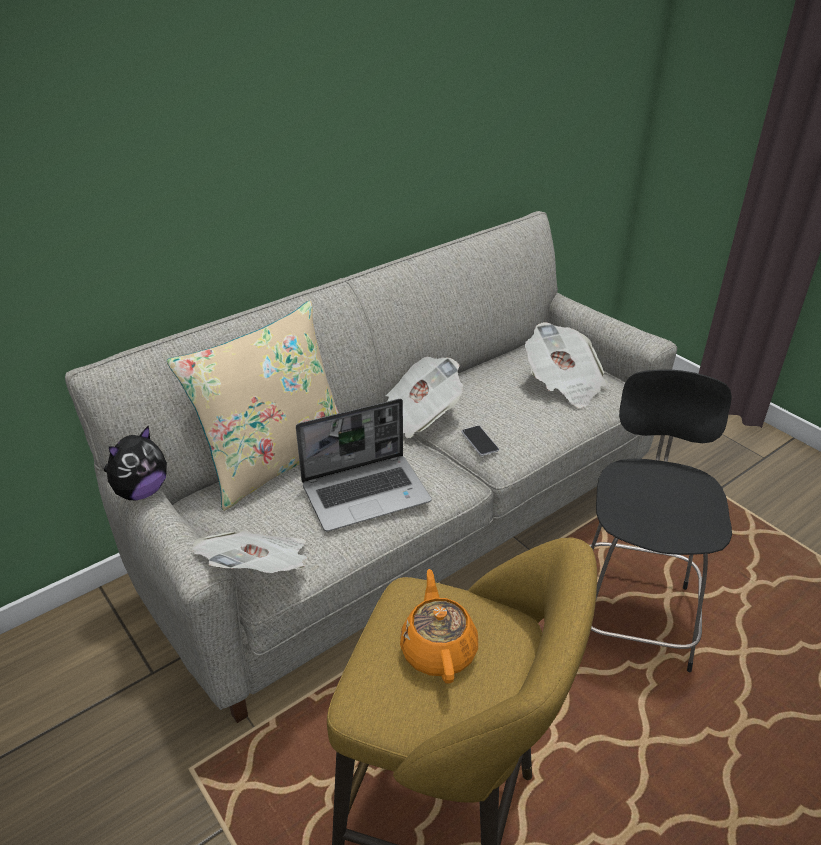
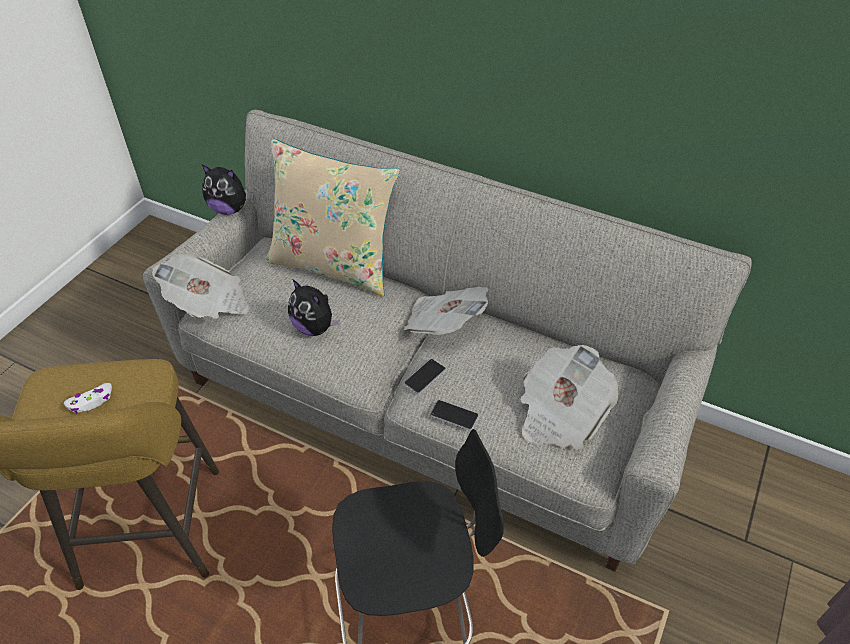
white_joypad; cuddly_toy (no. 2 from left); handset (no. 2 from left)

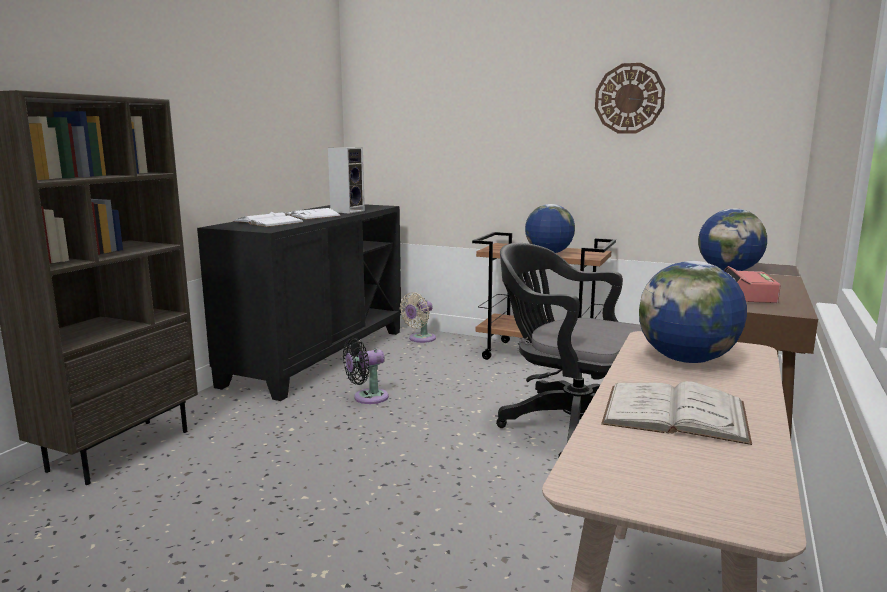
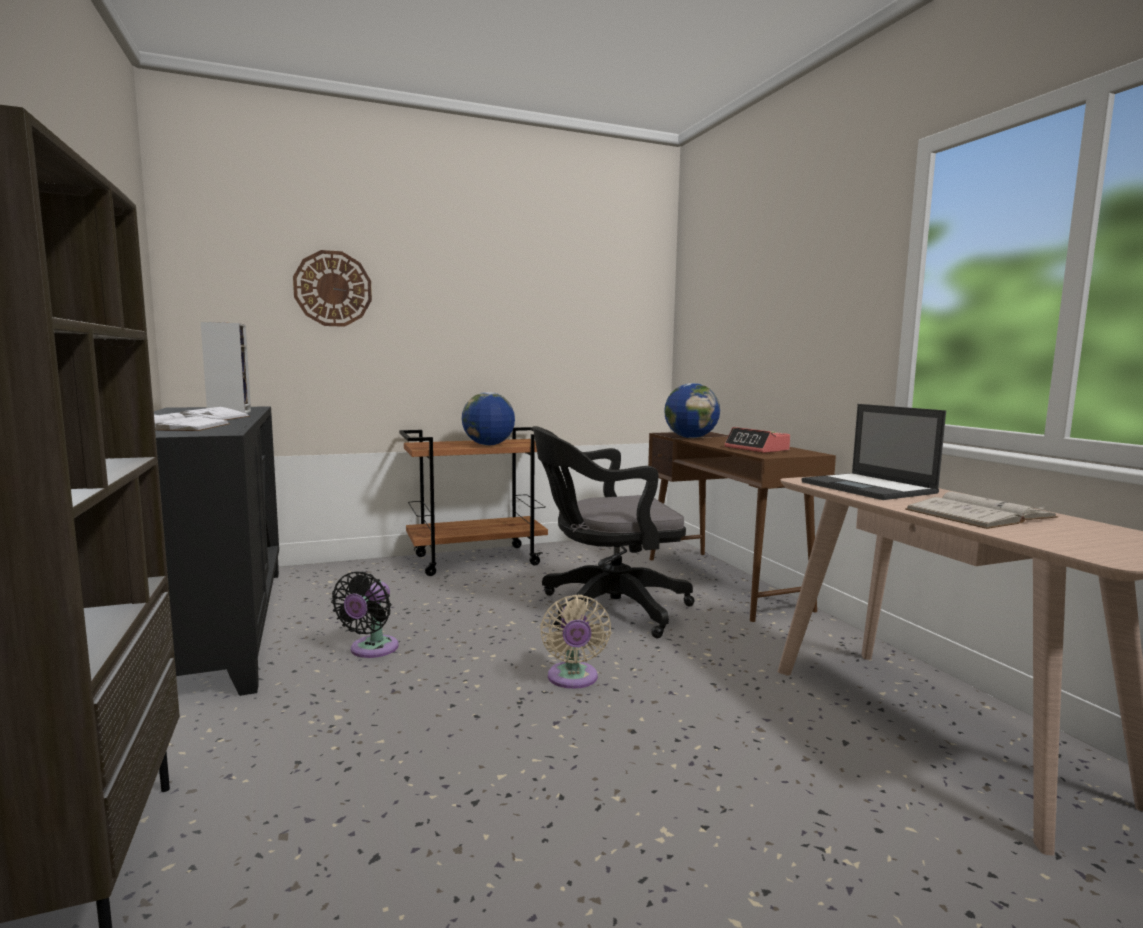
wall_clock; beige_fan; portable_computer

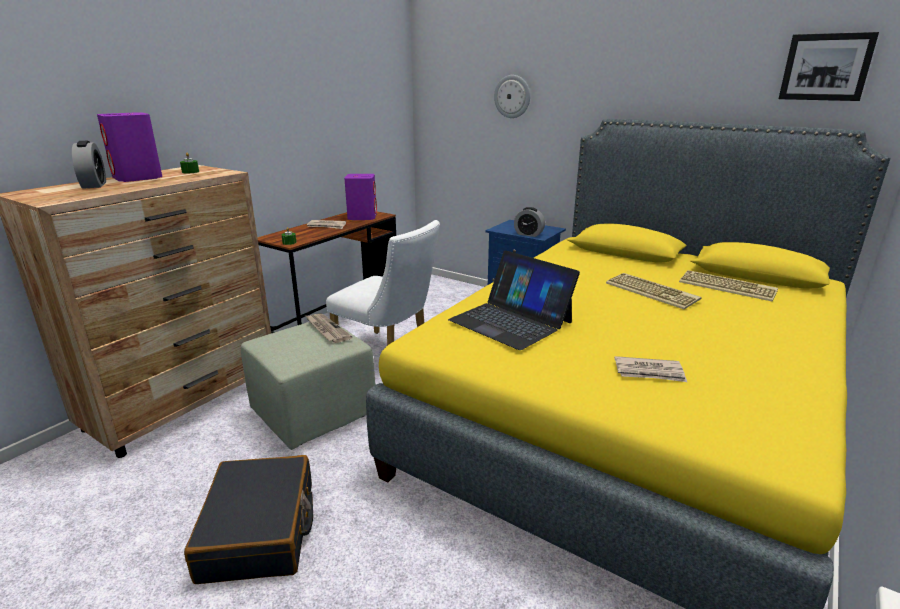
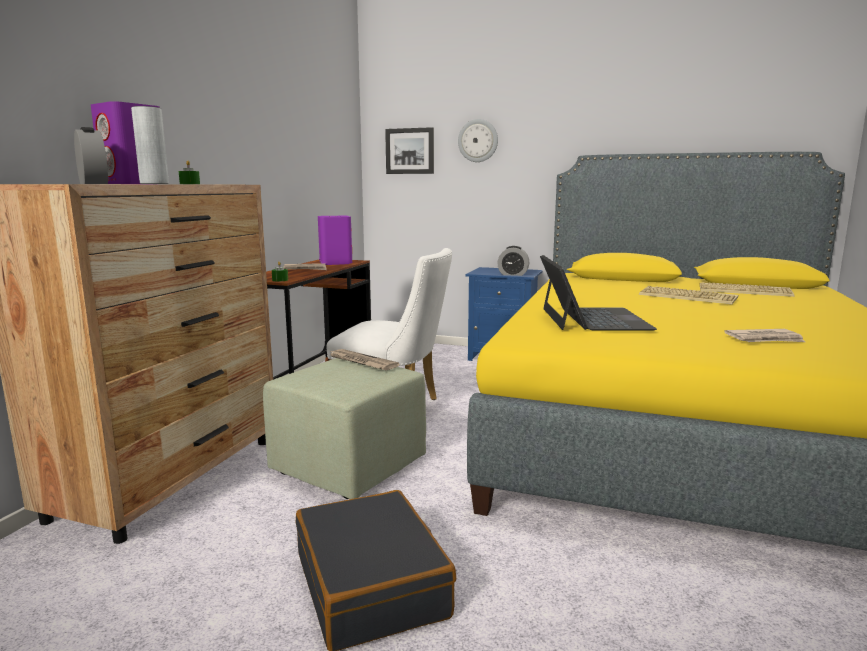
grey_flower_vase; wall_art; portable_computer

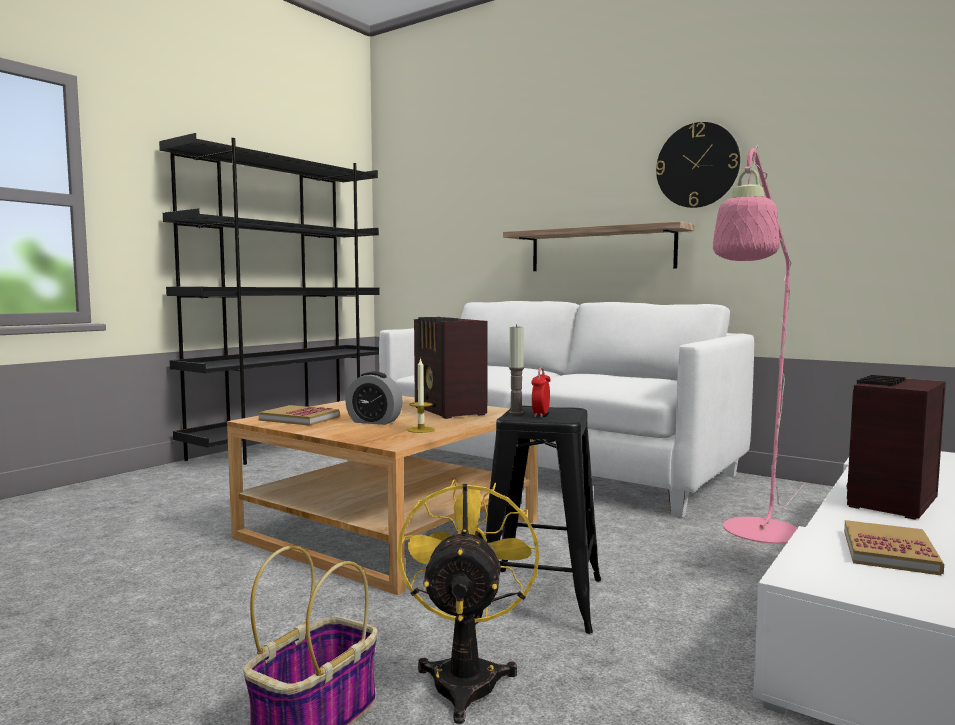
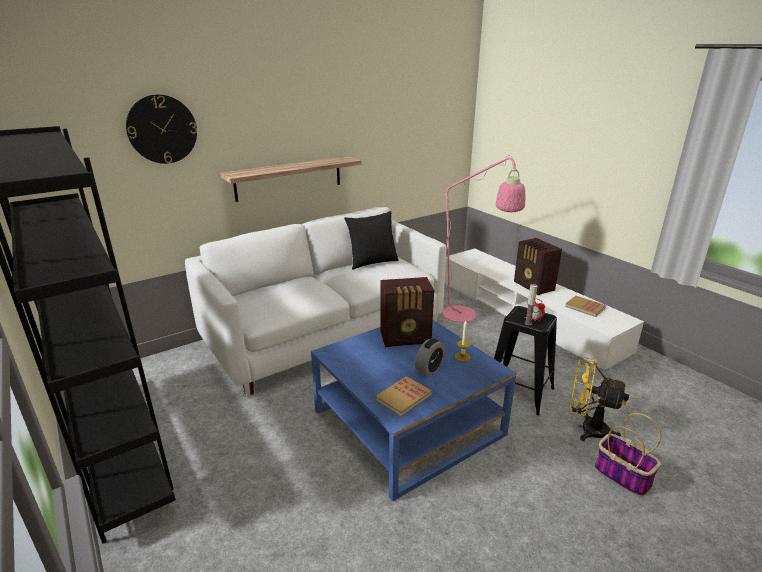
wall_clock; bluish_low_table; black_pillow

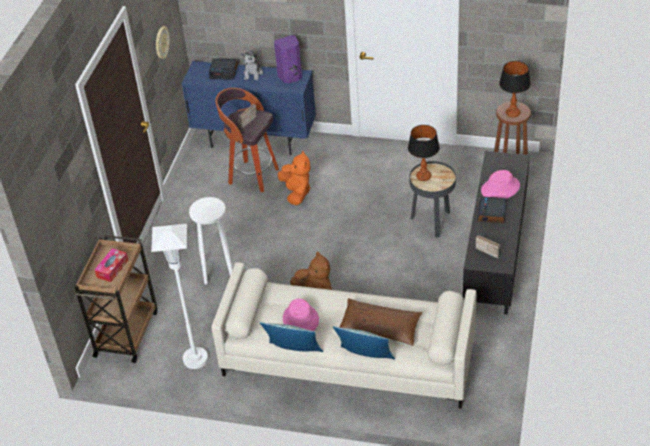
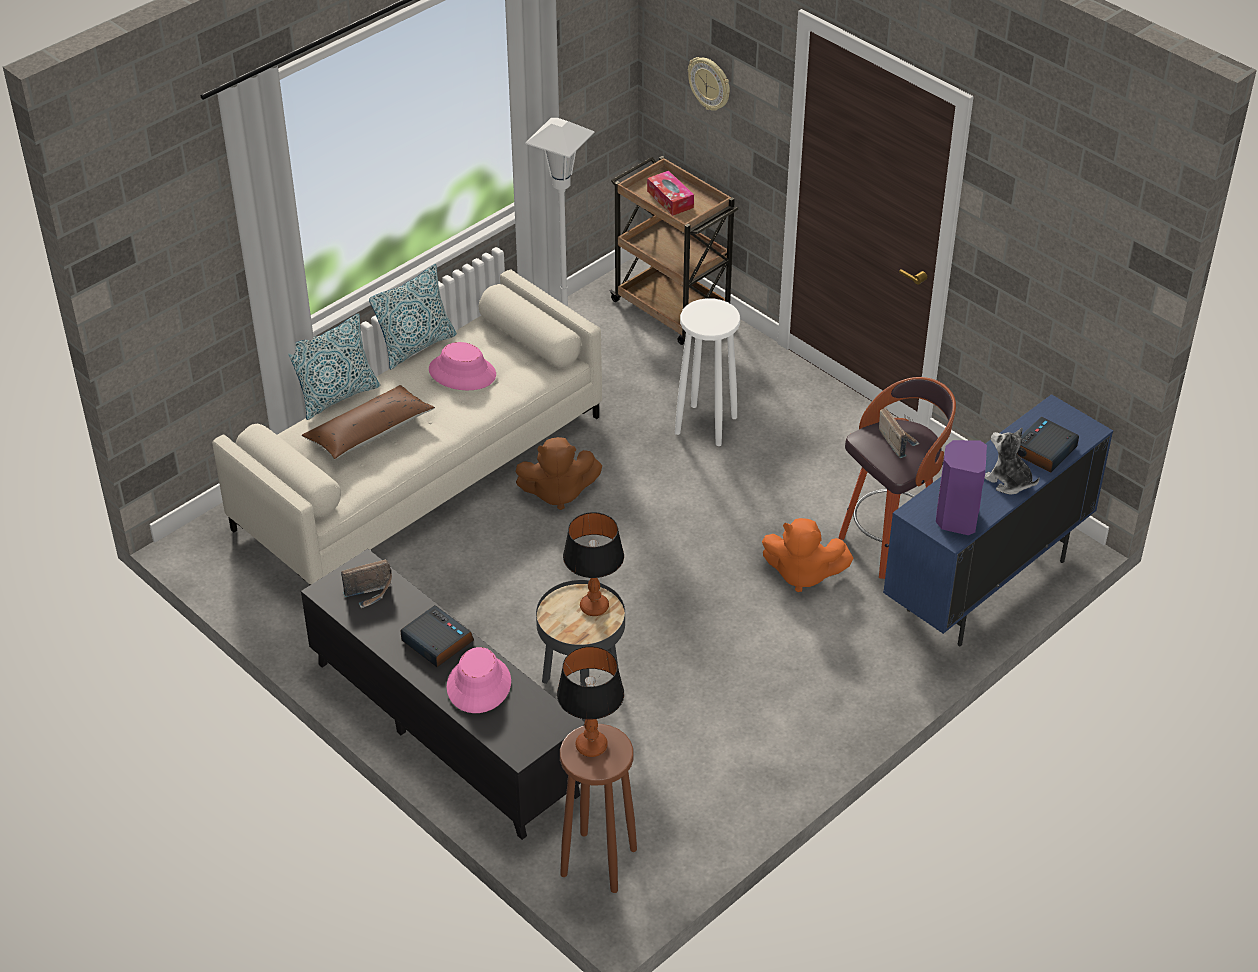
wall_clock

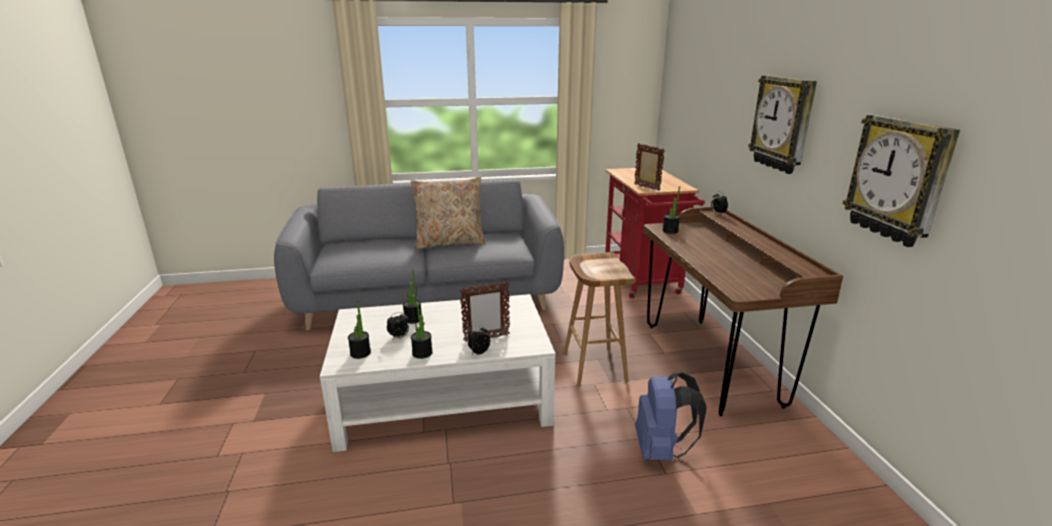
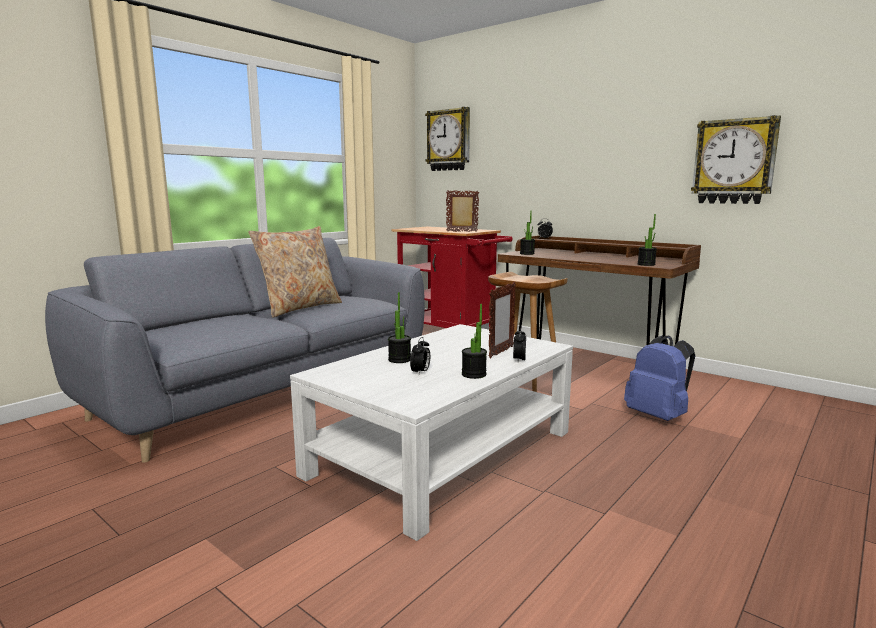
wall_clock (no. 1 from left); potted_plant (no. 4 from left)

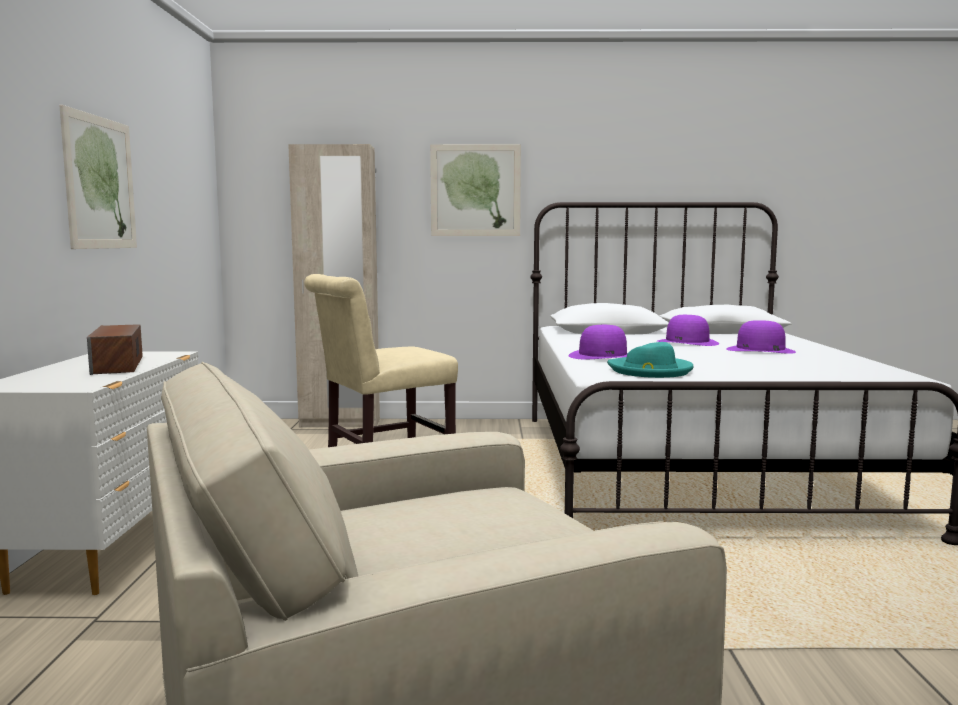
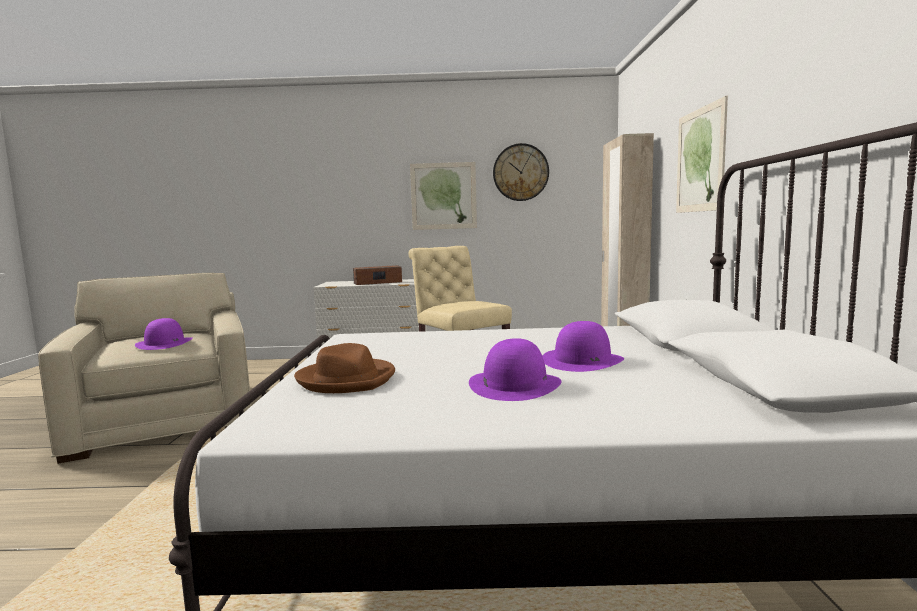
purplish_clothing_hat (no. 1 from left); brown-coloured_clothing_hat; wall_clock; turquoise-coloured_clothing_hat

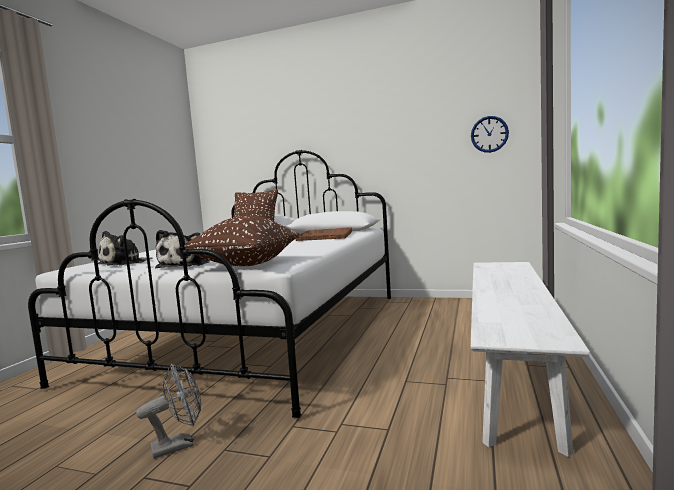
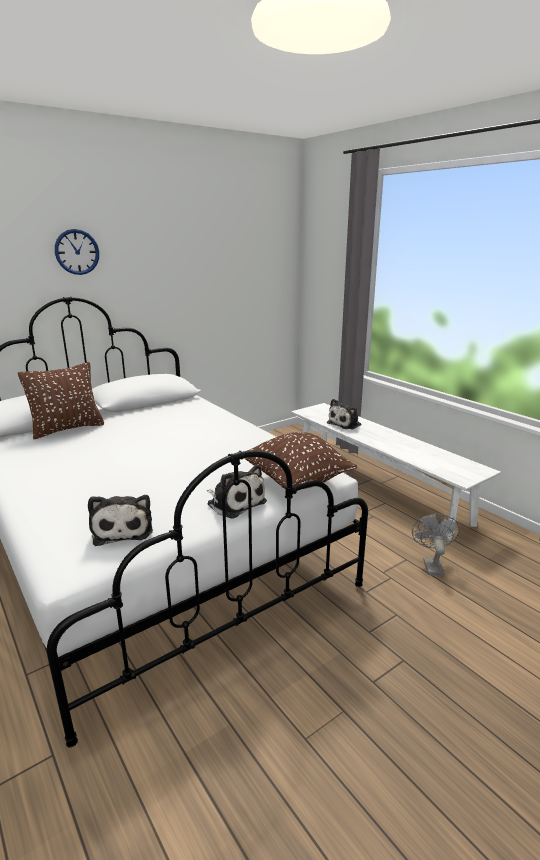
wall_clock; cuddly_toy (no. 3 from left); grey_fan; brown-coloured_carrying_tray

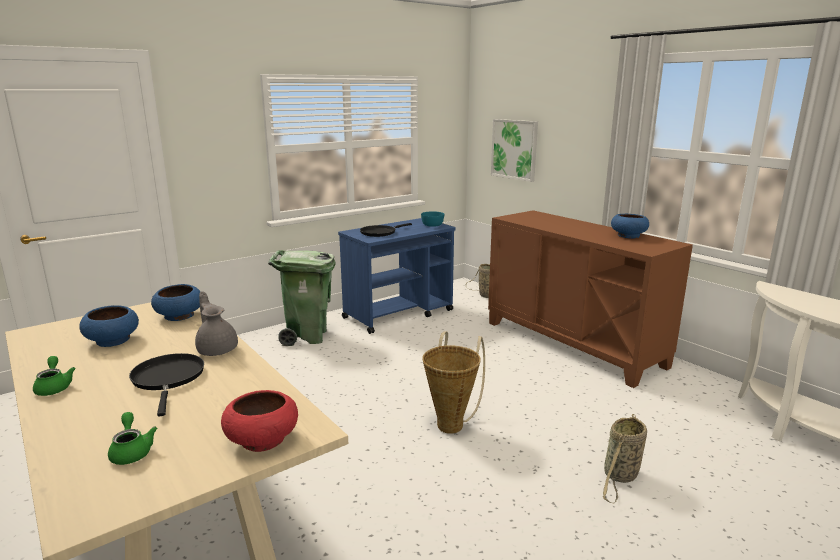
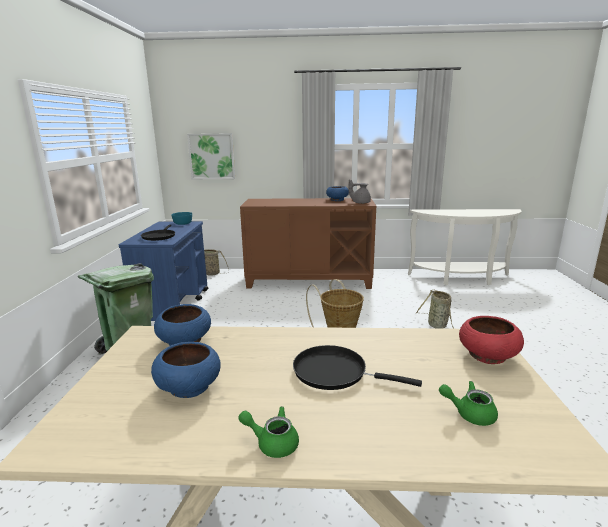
grey_pot_for_tea

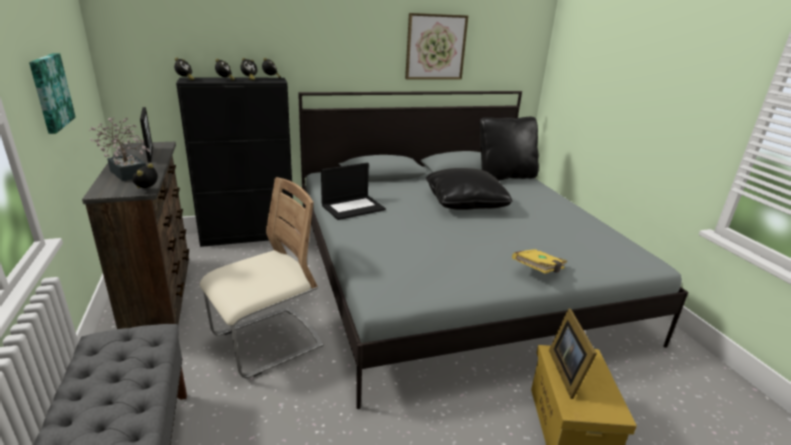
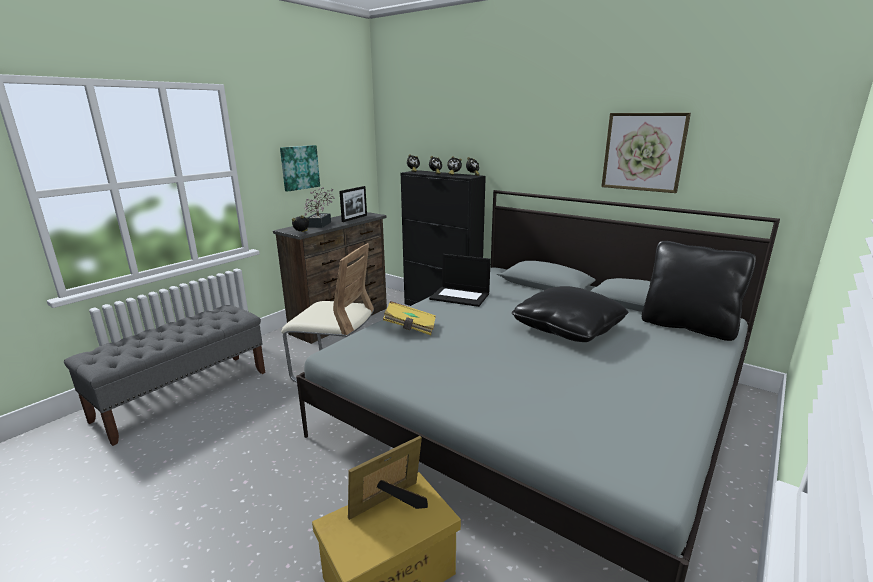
yellowish_bound_book

